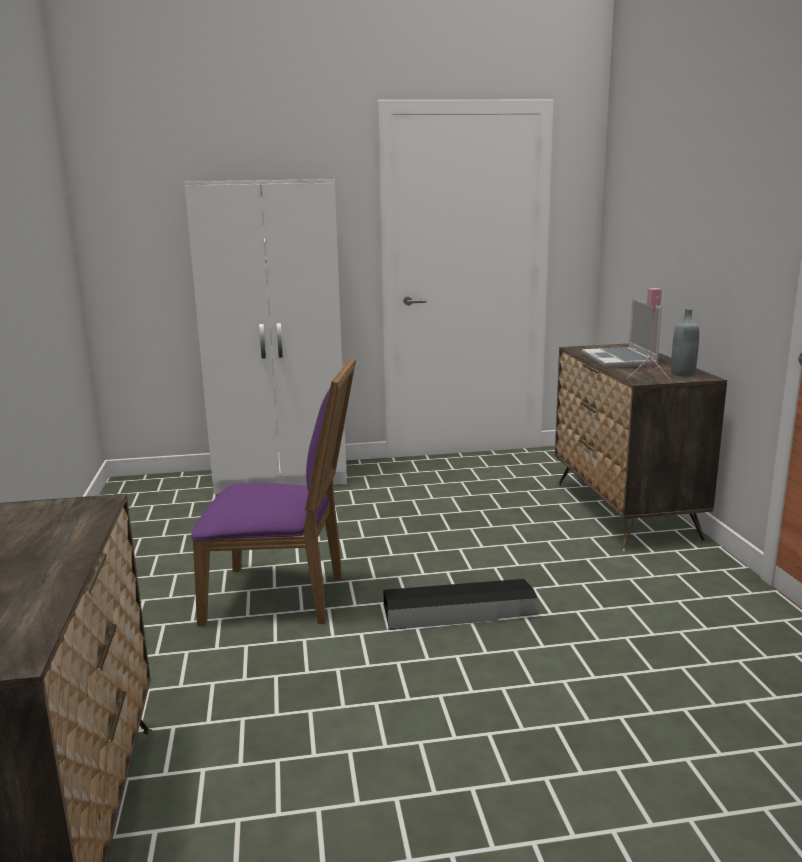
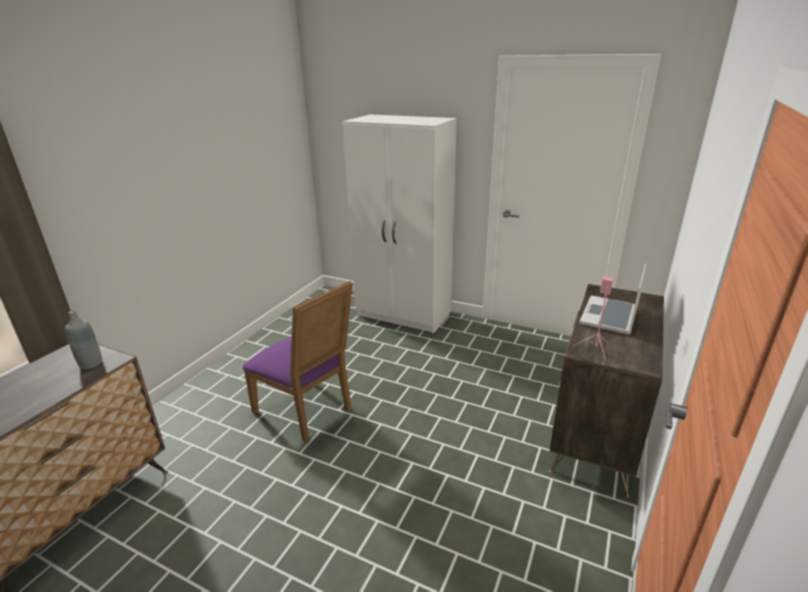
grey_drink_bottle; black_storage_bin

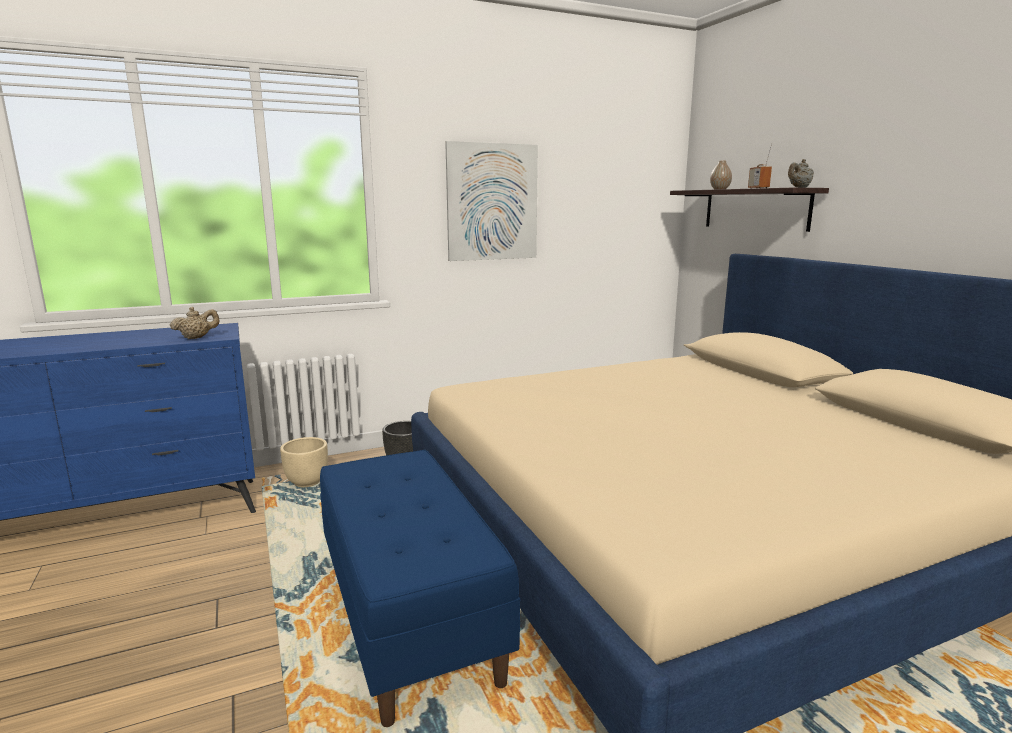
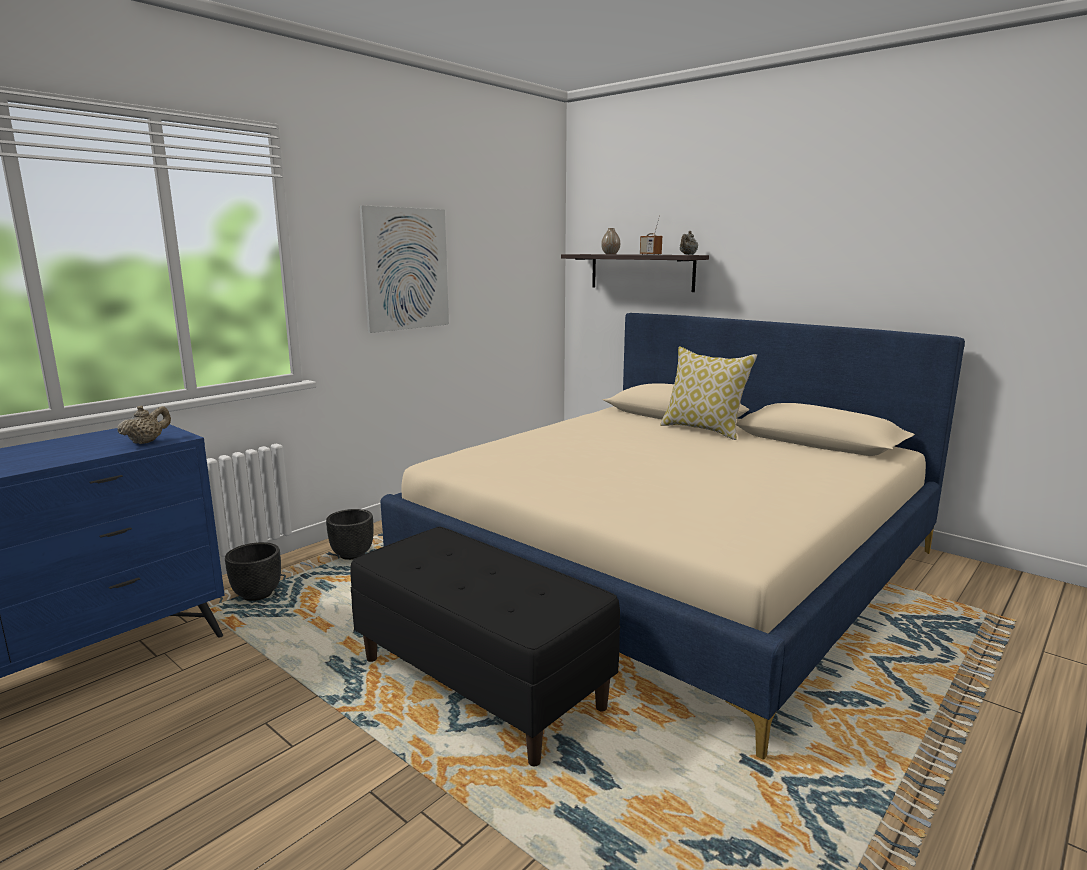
black_planter (no. 1 from left); black_long_seat; pillow

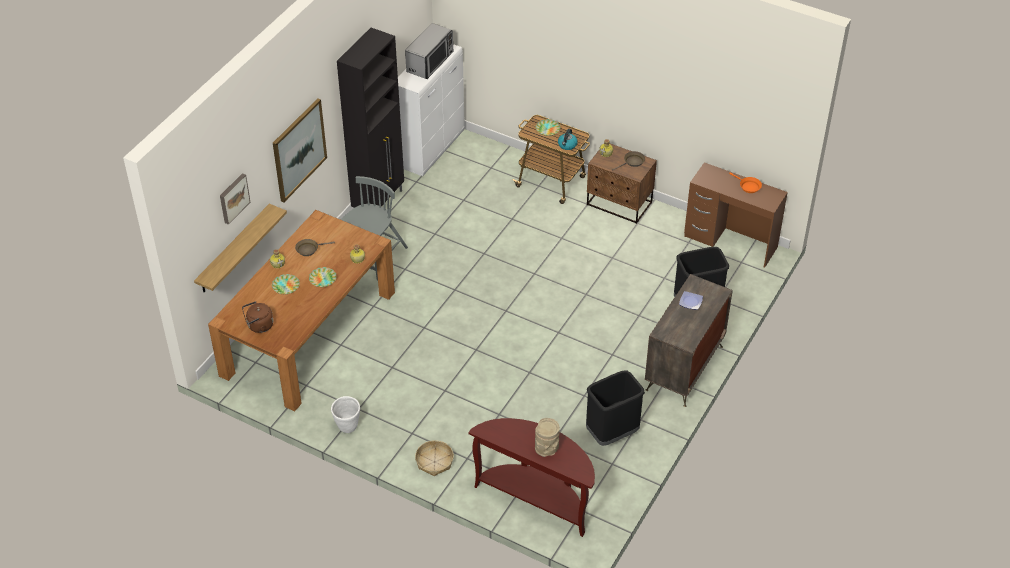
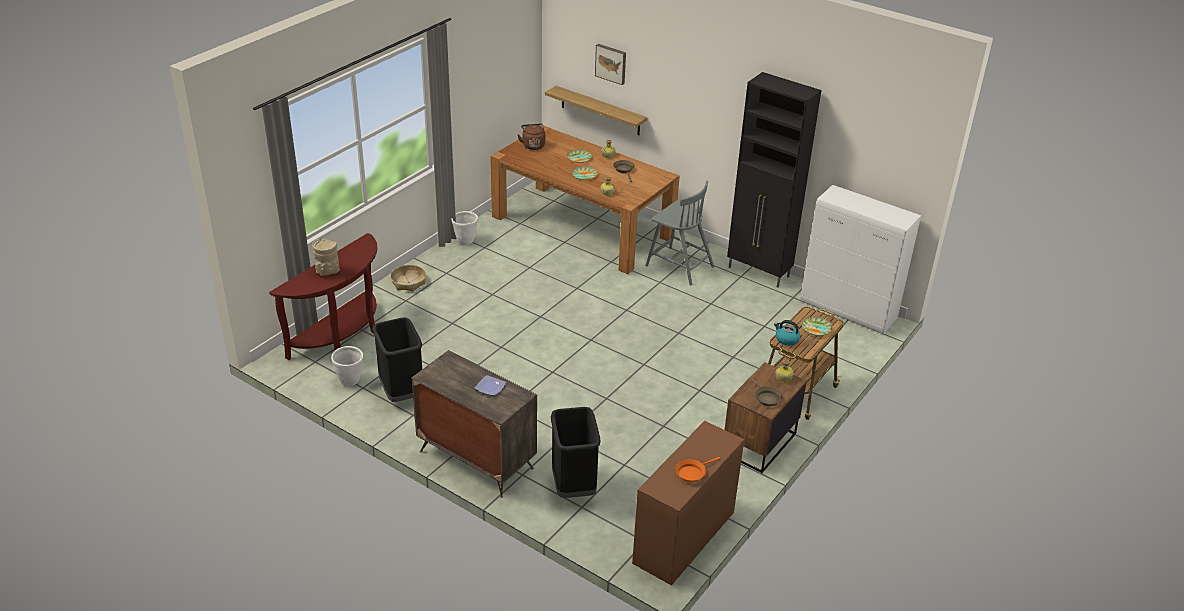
white_planter (no. 1 from left); wall_art (no. 2 from left in the first image); microwave_oven

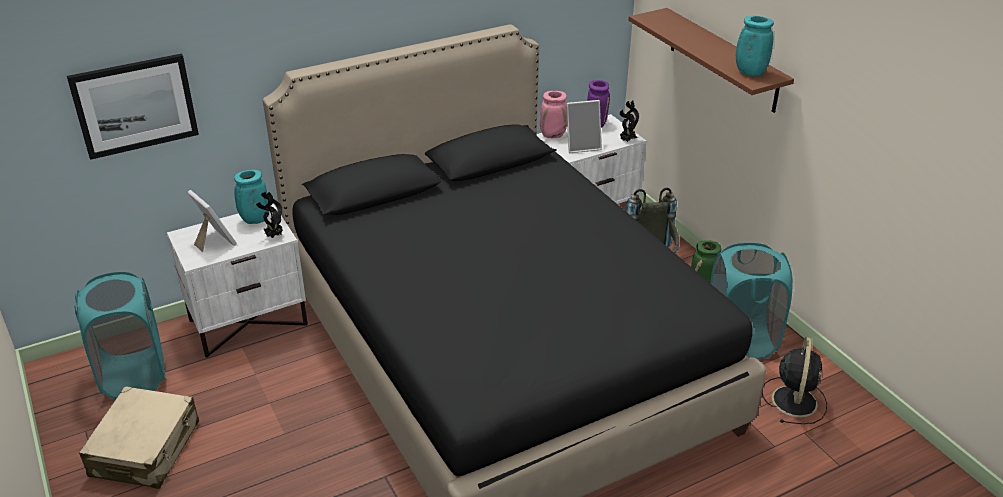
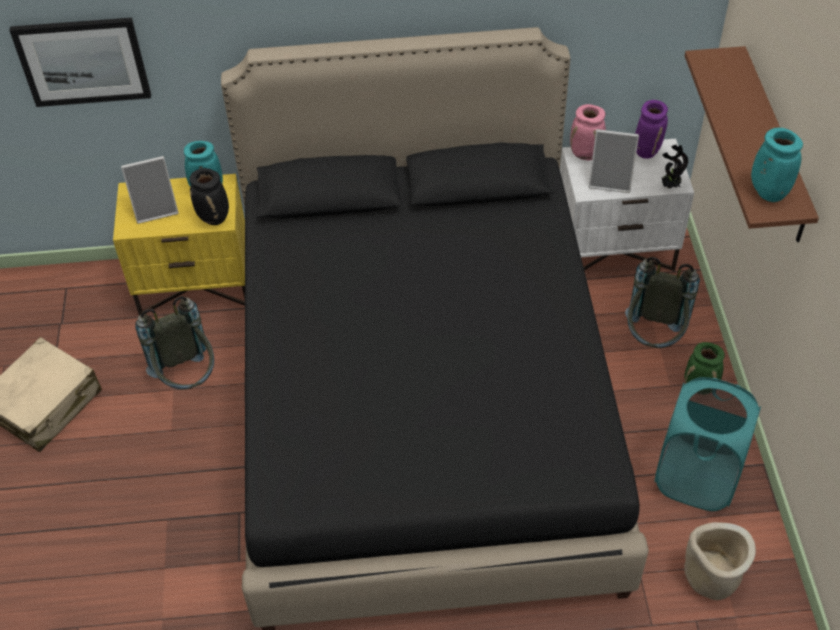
yellowish_nightstand; photo_frame (no. 1 from left); grey_knapsack (no. 1 from left); black_flower_vase; beige_planter; turquoise-coloured_laundry_basket (no. 1 from left in the first image)

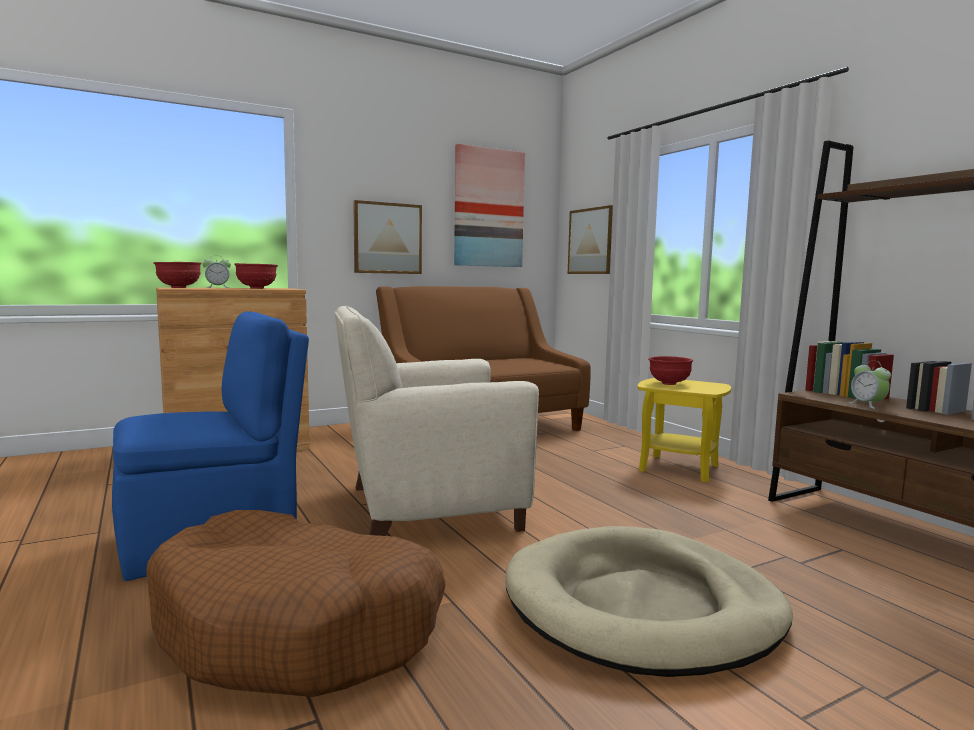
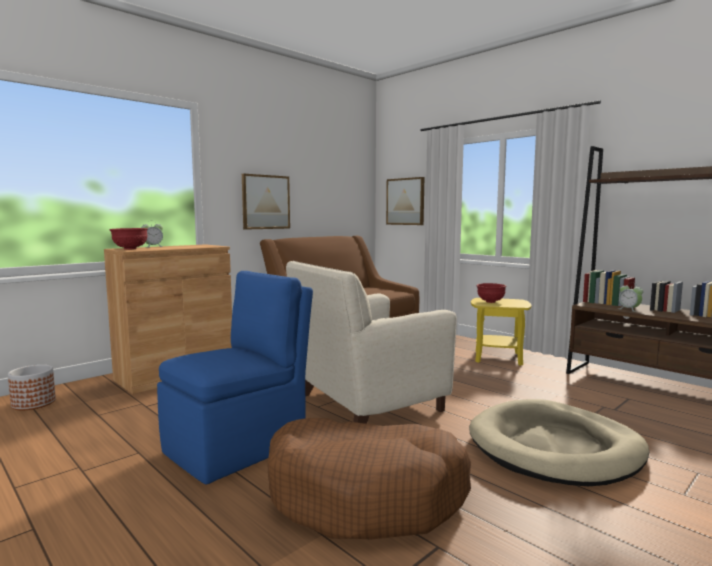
planter; reddish_bowl (no. 2 from left in the first image); wall_art (no. 2 from left in the first image)

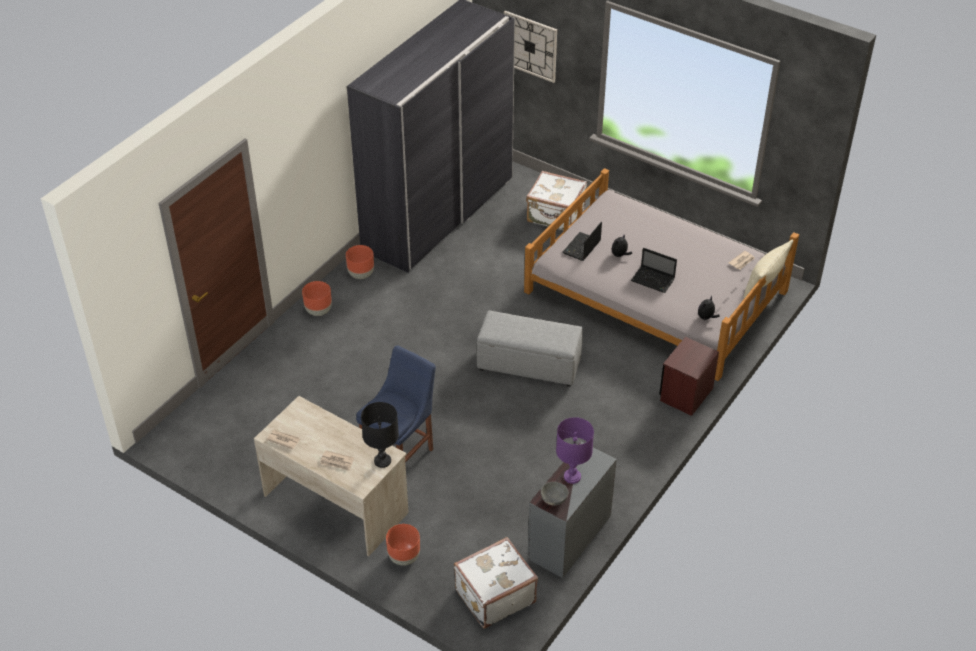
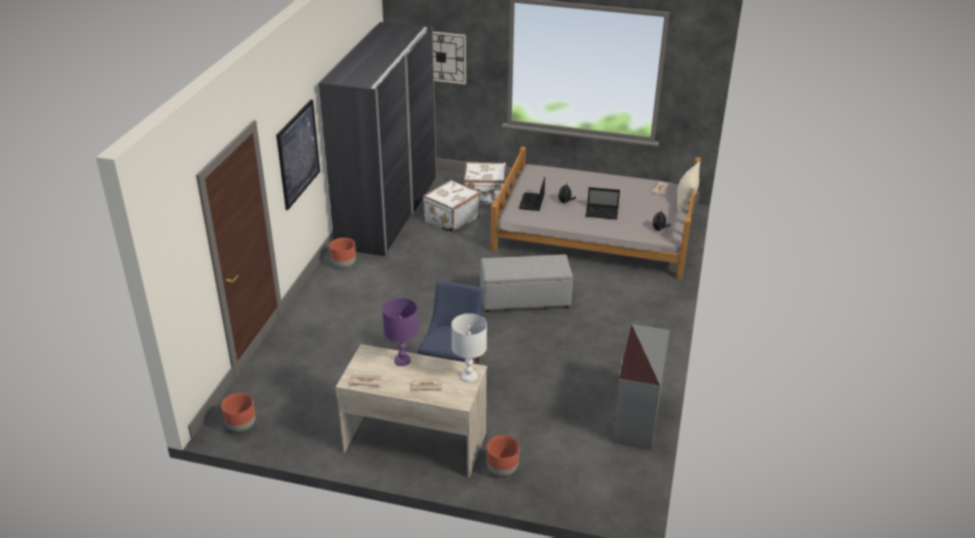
brown-coloured_planter (no. 1 from left); wall_art; purplish_tabletop_lamp; white_suitcase (no. 1 from left); white_tabletop_lamp; grey_bowl; brown-coloured_nightstand

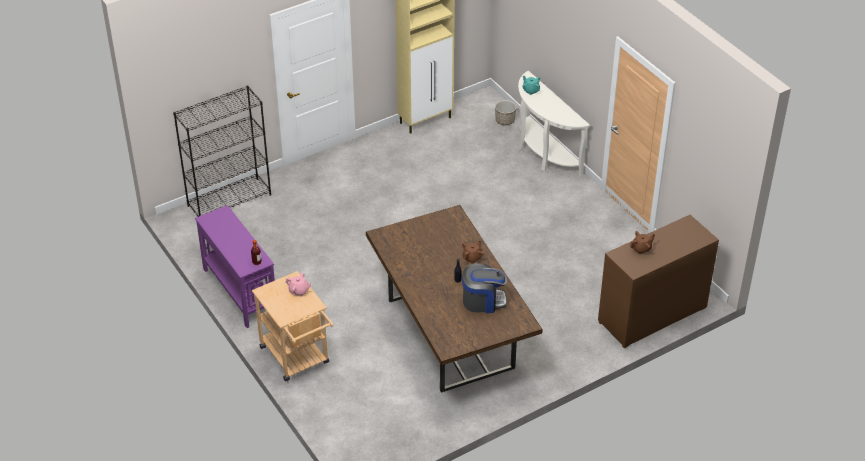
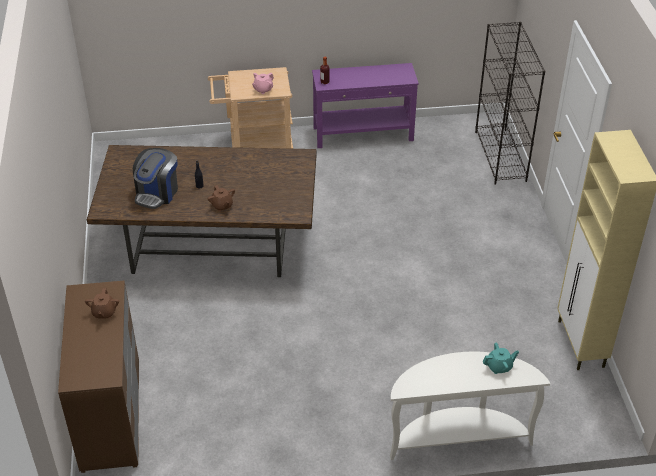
planter

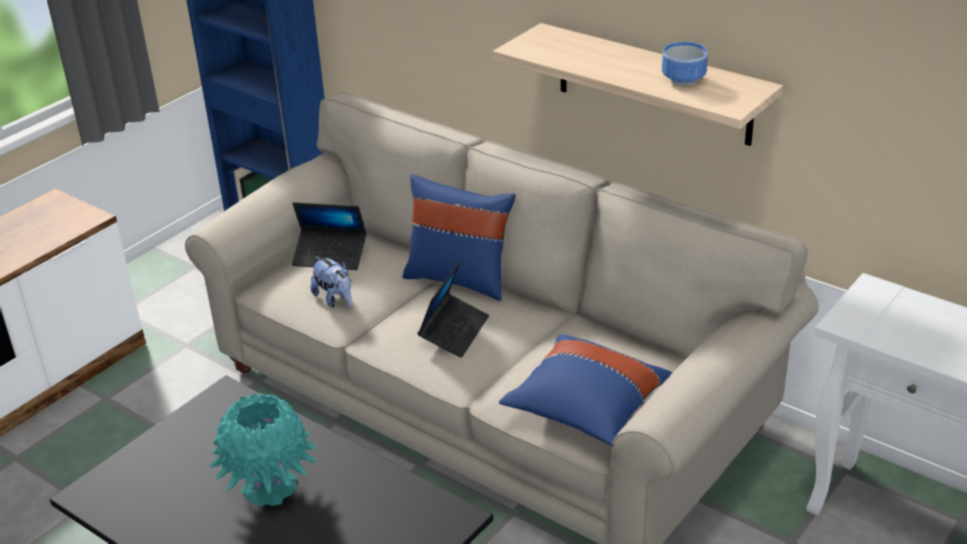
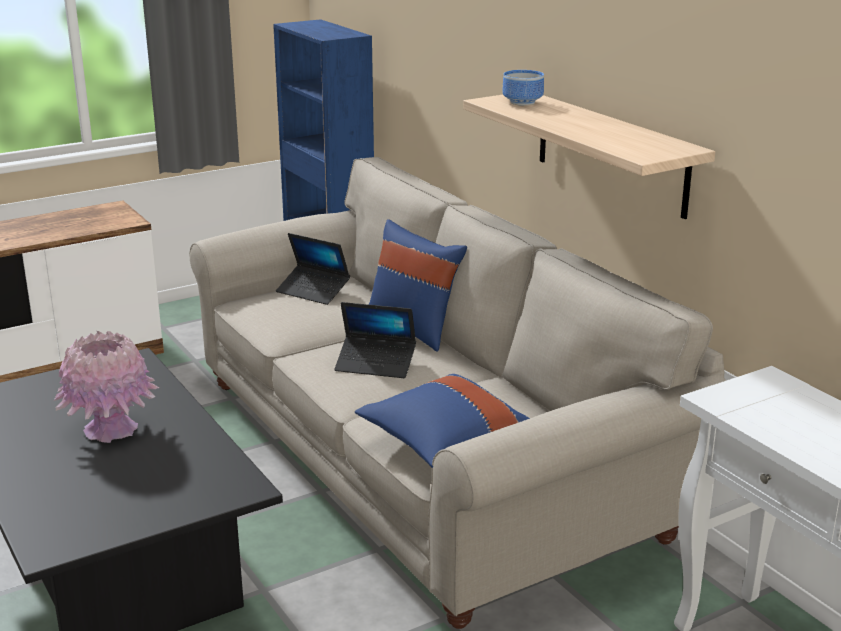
pinkish_flower_vase; portable_computer (no. 2 from left); bowl; cuddly_toy

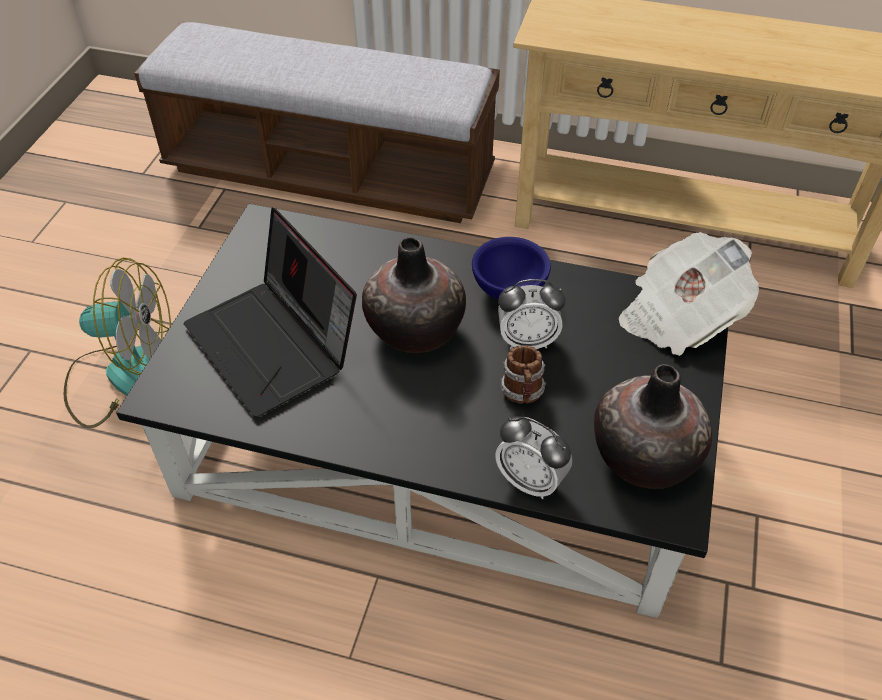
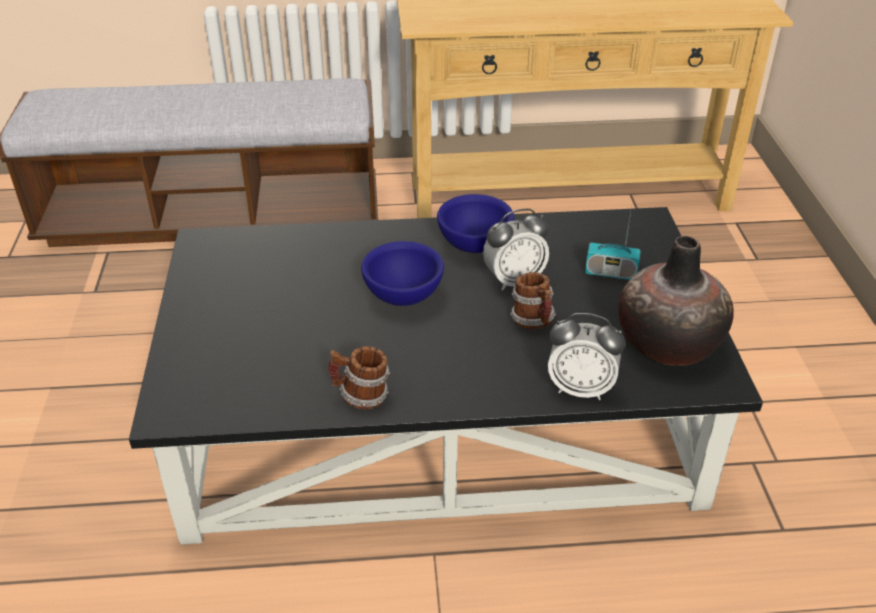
tea_mug (no. 1 from left); bluish_bowl (no. 1 from left); radio; fan; portable_computer; newspaper

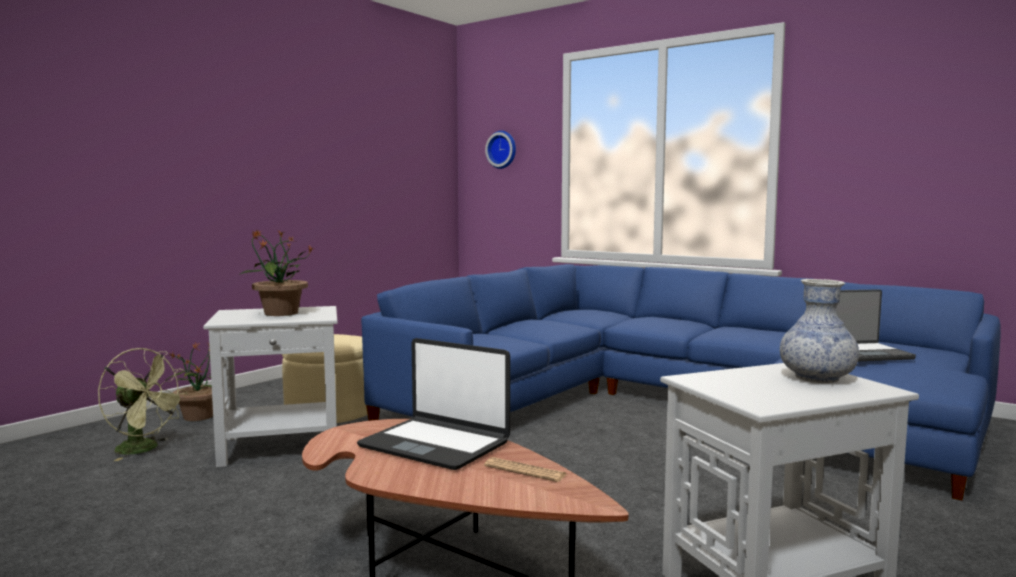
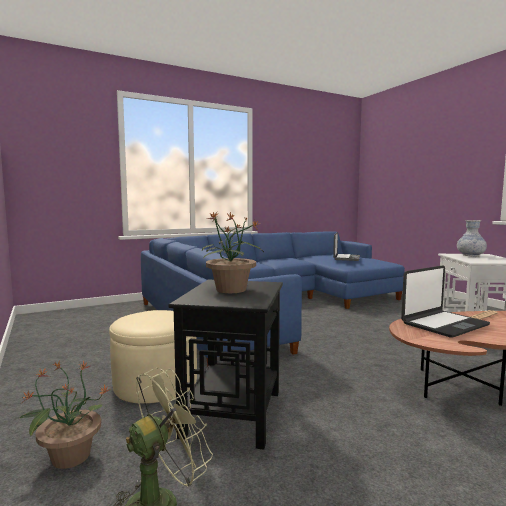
black_end_table; wall_clock

